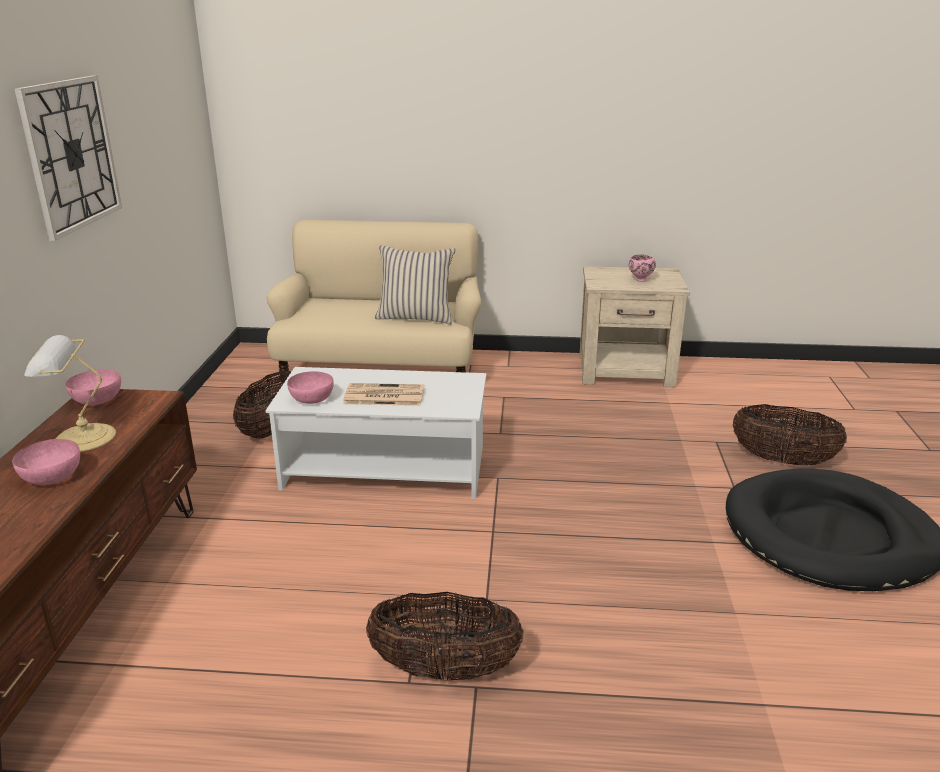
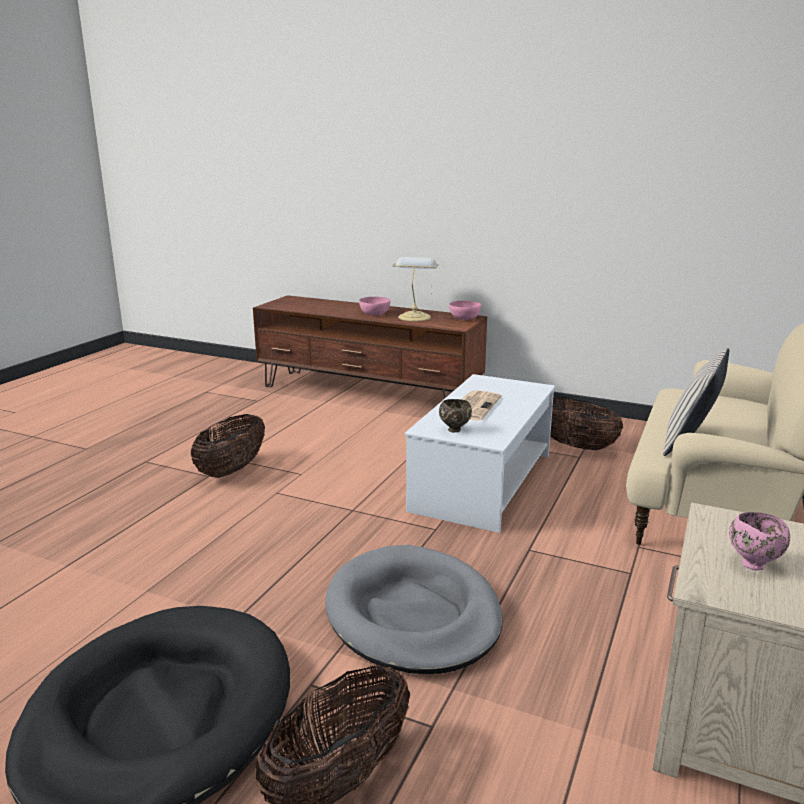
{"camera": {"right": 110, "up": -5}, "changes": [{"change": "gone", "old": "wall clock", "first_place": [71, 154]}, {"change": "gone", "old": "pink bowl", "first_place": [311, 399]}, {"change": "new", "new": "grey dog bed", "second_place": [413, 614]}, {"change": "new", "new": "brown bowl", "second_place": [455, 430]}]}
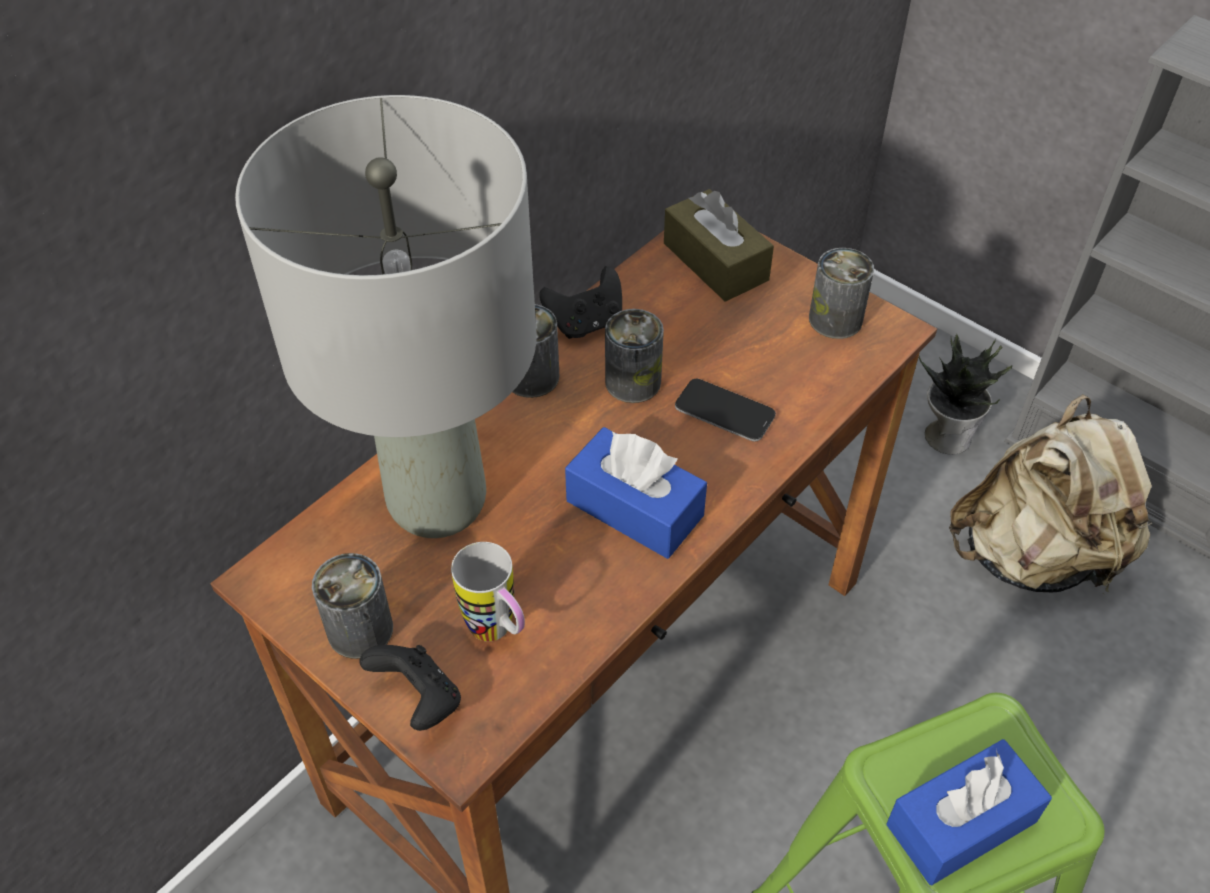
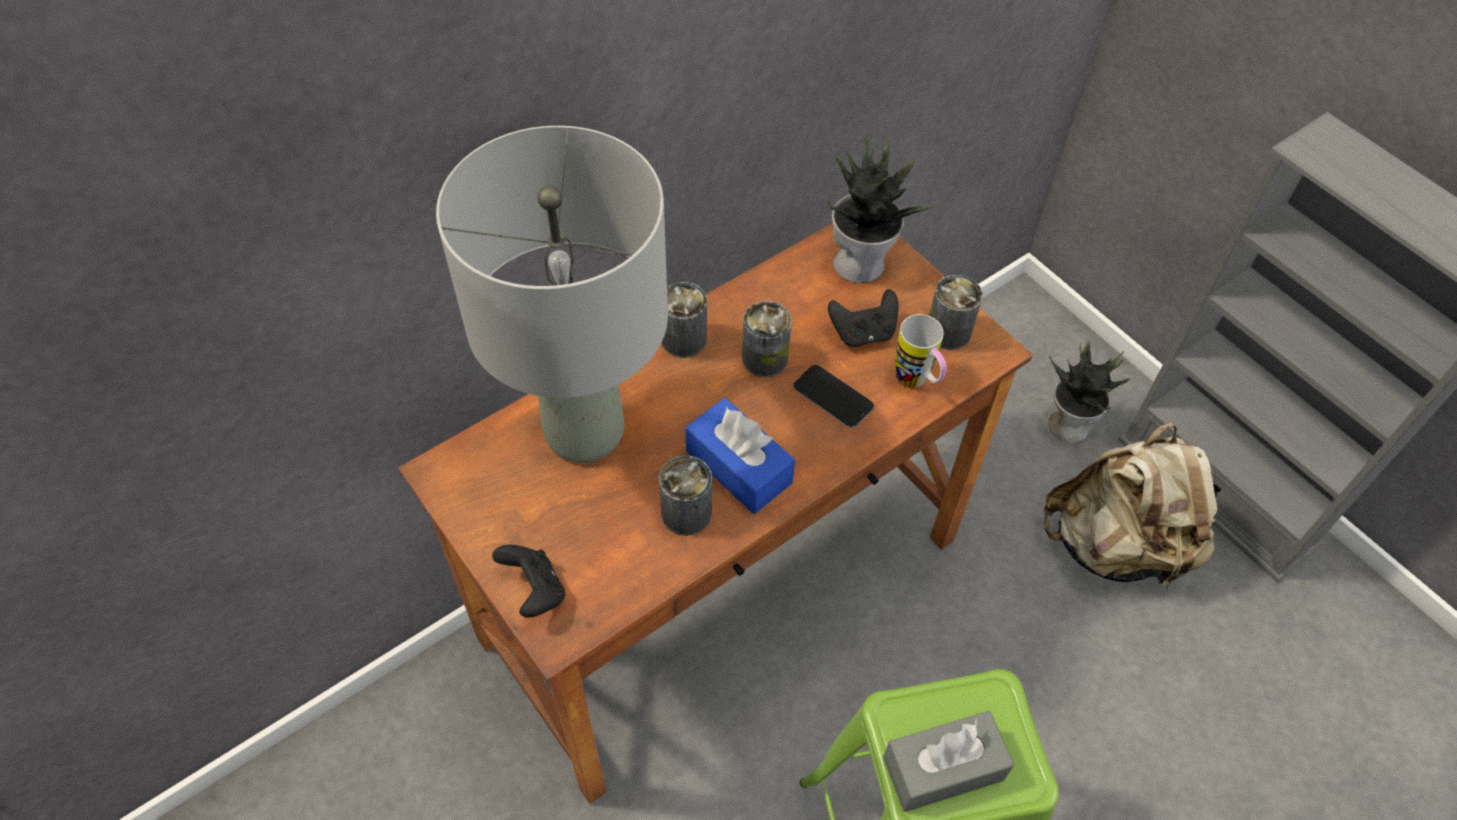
{"camera": {"right": 10, "up": 5}, "changes": [{"change": "shifted", "old": "can", "first_place": [360, 630], "second_place": [686, 513]}, {"change": "shifted", "old": "mug", "first_place": [498, 633], "second_place": [916, 383]}, {"change": "shifted", "old": "black game controller", "first_place": [586, 323], "second_place": [863, 333]}, {"change": "swapped", "old": "brown tissue box", "new": "potted plant", "first_place": [715, 262], "second_place": [861, 262]}, {"change": "repainted", "old": "blue tissue box", "new": "grey tissue box", "first_place": [961, 823], "second_place": [943, 768]}]}
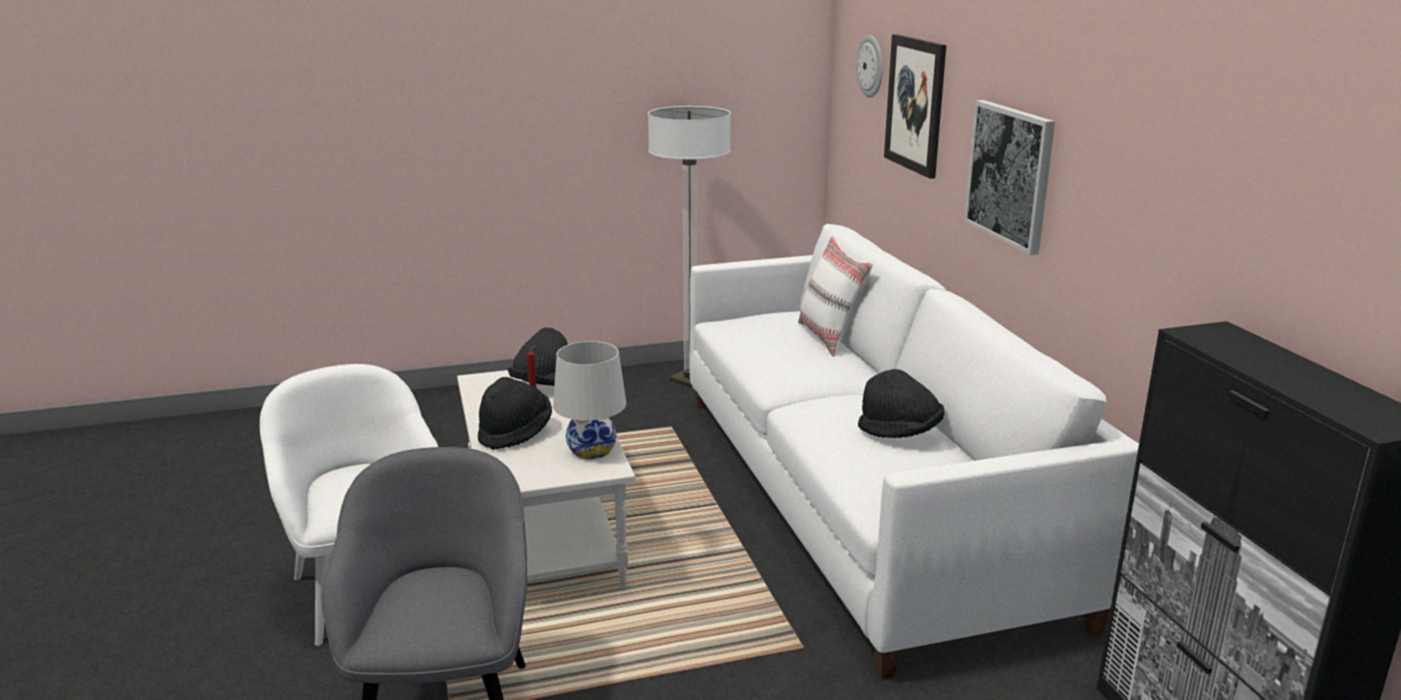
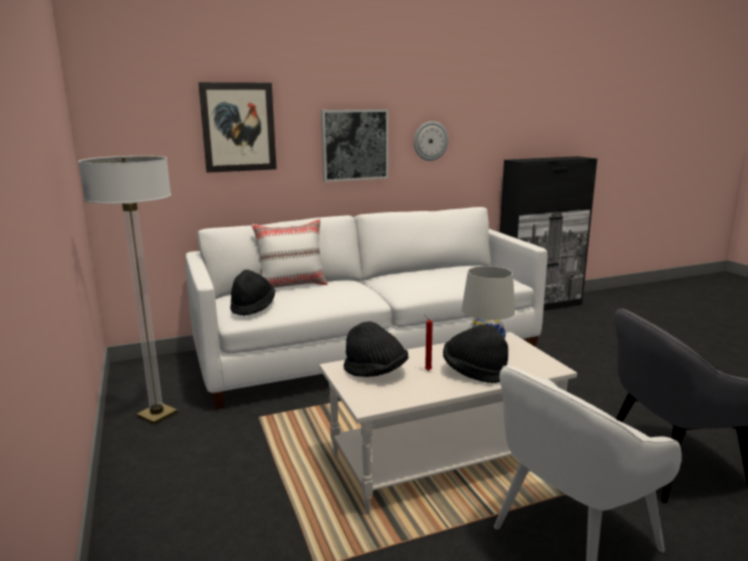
{"camera": {"right": -95, "up": -5}, "changes": [{"change": "shifted", "old": "wall clock", "first_place": [871, 66], "second_place": [430, 141]}, {"change": "shifted", "old": "black hat", "first_place": [900, 432], "second_place": [252, 307]}]}
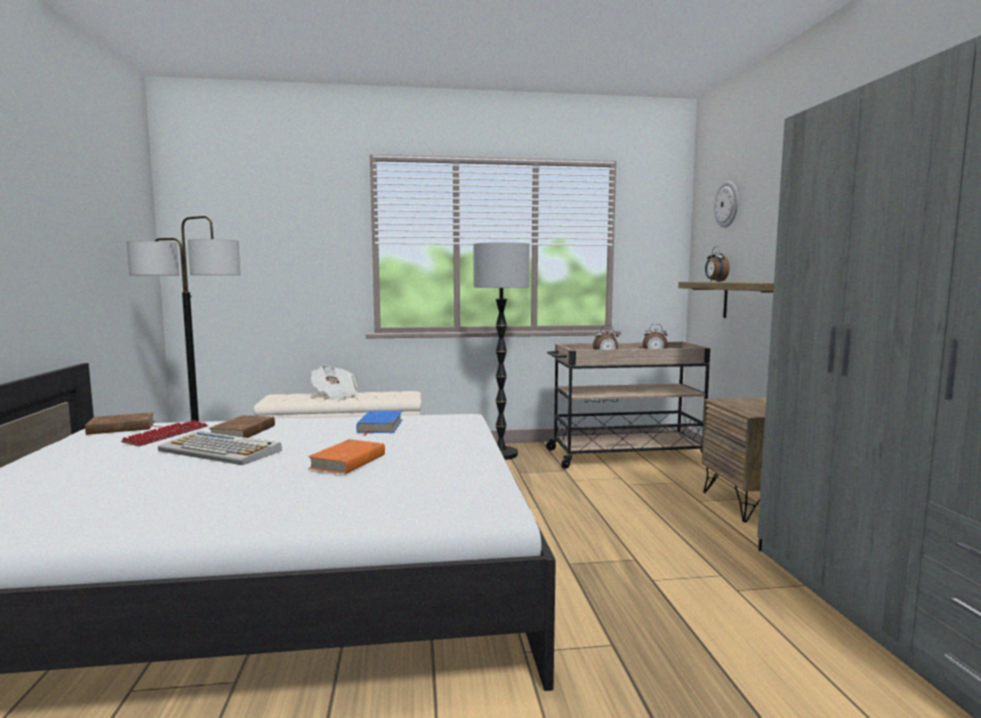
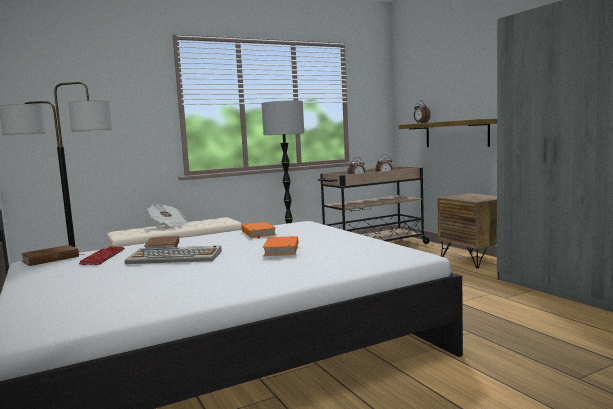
{"camera": {"right": -20, "up": 0}, "changes": [{"change": "repainted", "old": "blue book", "new": "orange book", "first_place": [380, 426], "second_place": [258, 233]}, {"change": "gone", "old": "wall clock", "first_place": [727, 204]}]}
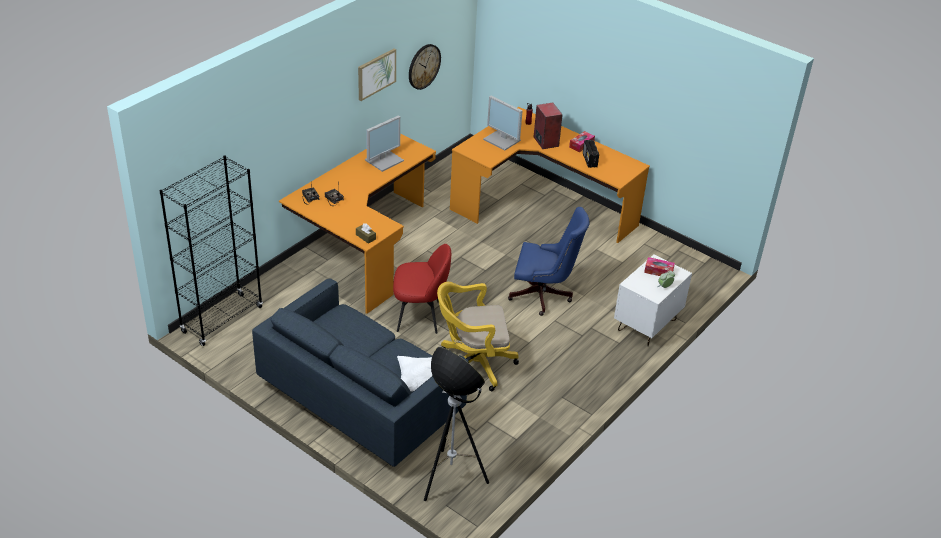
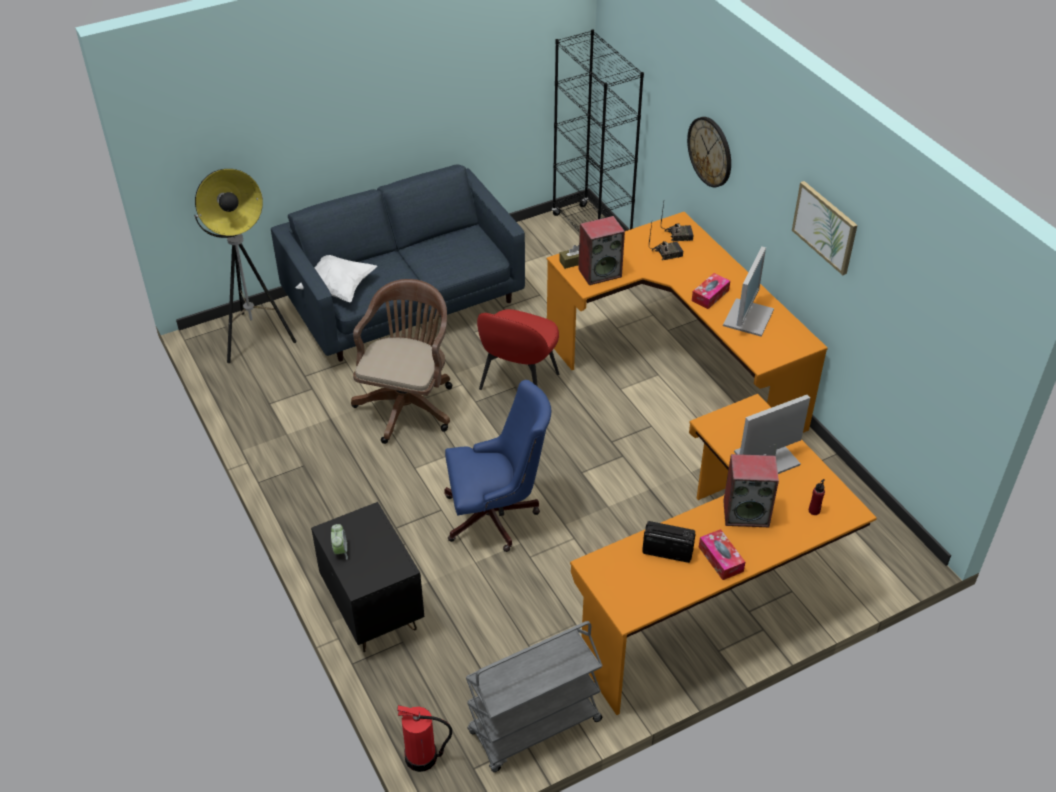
{"camera": {"right": 115, "up": 5}, "changes": [{"change": "rotated", "old": "monitor", "first_place": [384, 160], "second_place": [747, 317], "degrees": -135}, {"change": "shifted", "old": "wall clock", "first_place": [424, 66], "second_place": [710, 151]}, {"change": "repainted", "old": "yellow office chair", "new": "brown office chair", "first_place": [472, 364], "second_place": [407, 404]}, {"change": "rotated", "old": "blue office chair", "first_place": [544, 296], "second_place": [496, 516], "degrees": -135}, {"change": "repainted", "old": "white nightstand", "new": "black nightstand", "first_place": [647, 326], "second_place": [373, 611]}, {"change": "shifted", "old": "tissue box", "first_place": [658, 271], "second_place": [710, 295]}, {"change": "new", "new": "fire extinguisher", "second_place": [422, 757]}, {"change": "new", "new": "grey cart", "second_place": [534, 728]}, {"change": "new", "new": "speaker", "second_place": [600, 272]}]}
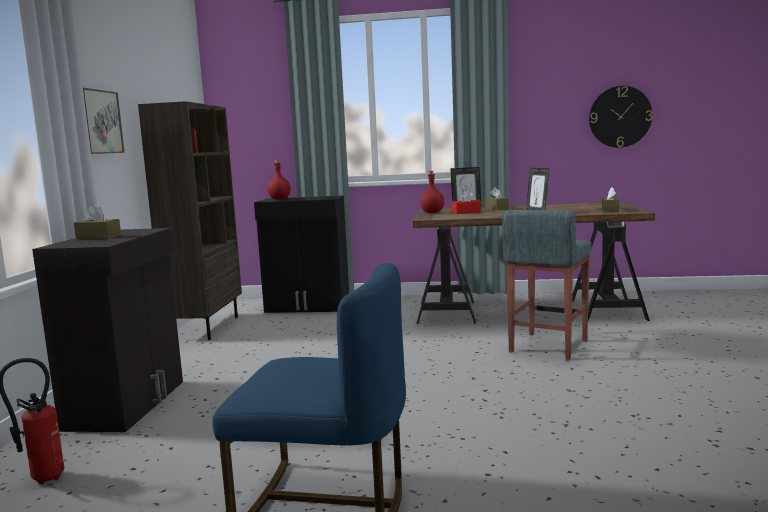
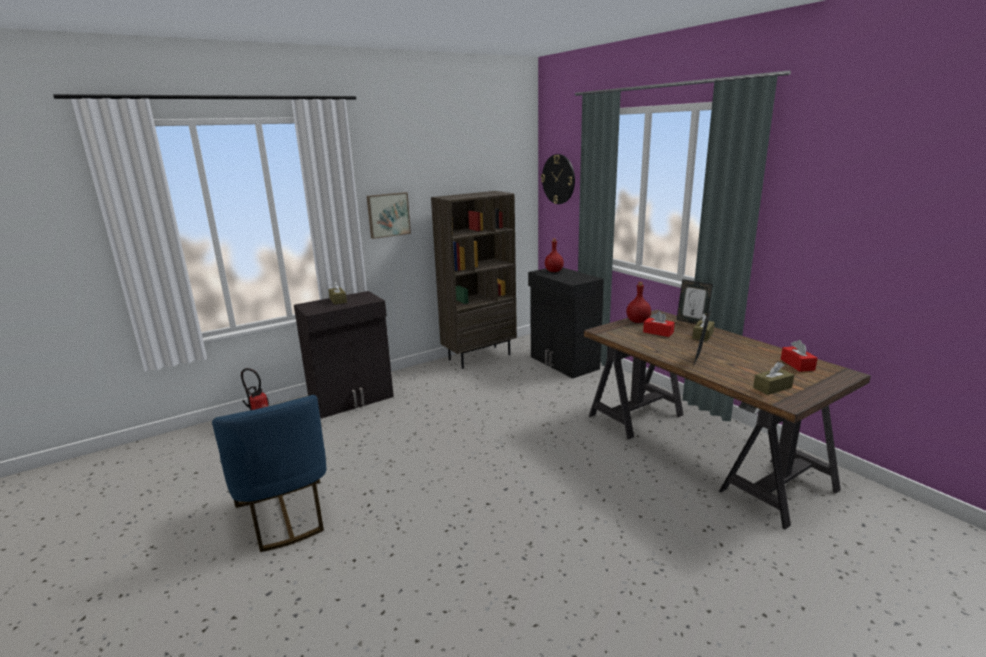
{"camera": {"right": 50, "up": 10}, "changes": [{"change": "gone", "old": "grey stool", "first_place": [547, 346]}, {"change": "shifted", "old": "wall clock", "first_place": [620, 117], "second_place": [558, 179]}, {"change": "new", "new": "red tissue box", "second_place": [797, 364]}]}
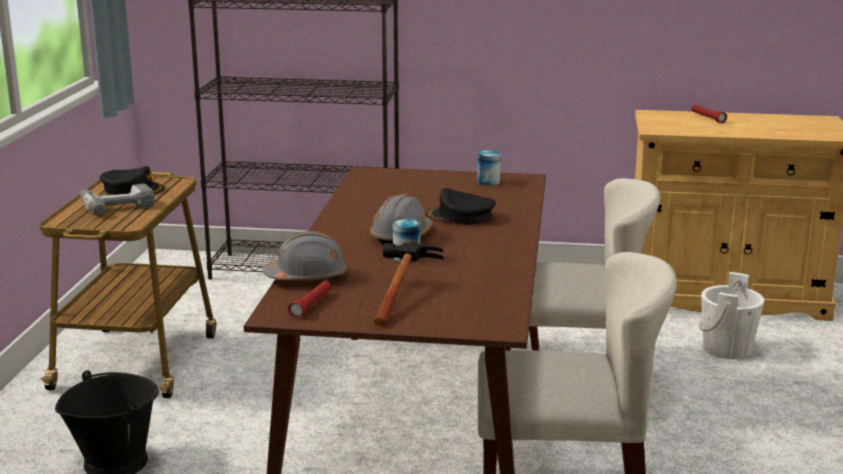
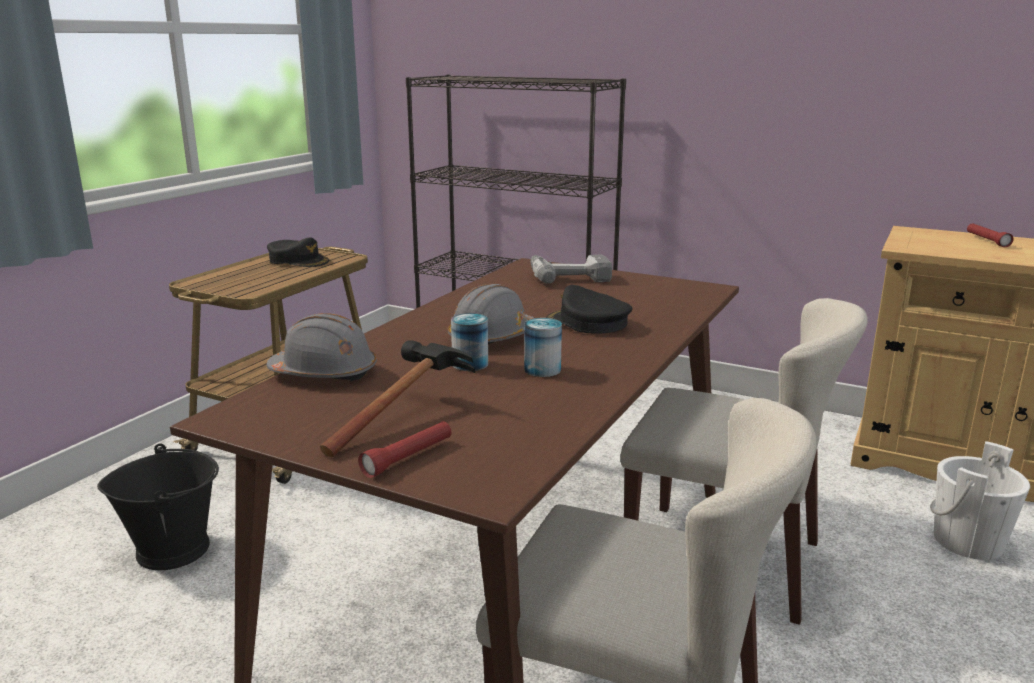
{"camera": {"right": 20, "up": 0}, "changes": [{"change": "shifted", "old": "power drill", "first_place": [116, 205], "second_place": [567, 276]}, {"change": "shifted", "old": "red flashlight", "first_place": [311, 305], "second_place": [408, 458]}, {"change": "shifted", "old": "can", "first_place": [488, 182], "second_place": [542, 369]}]}
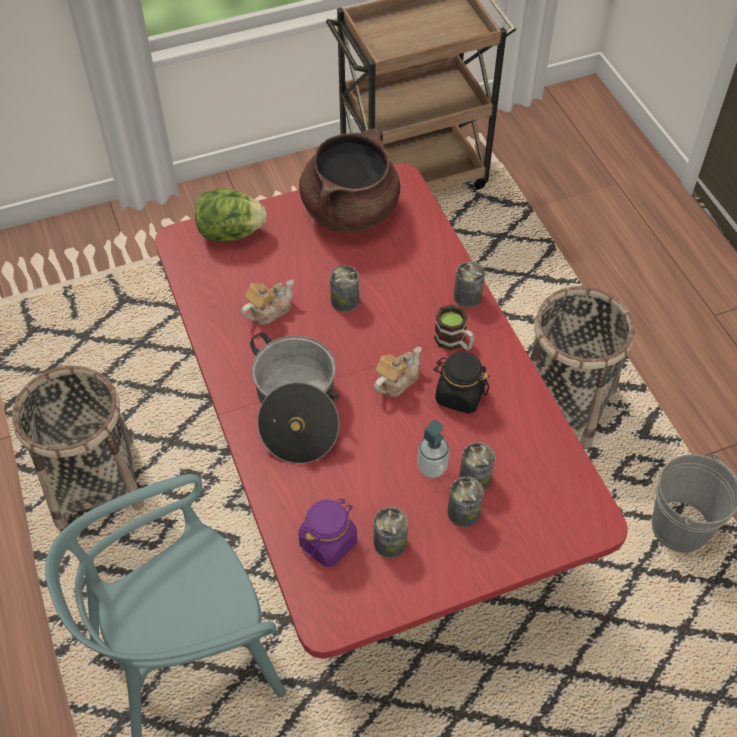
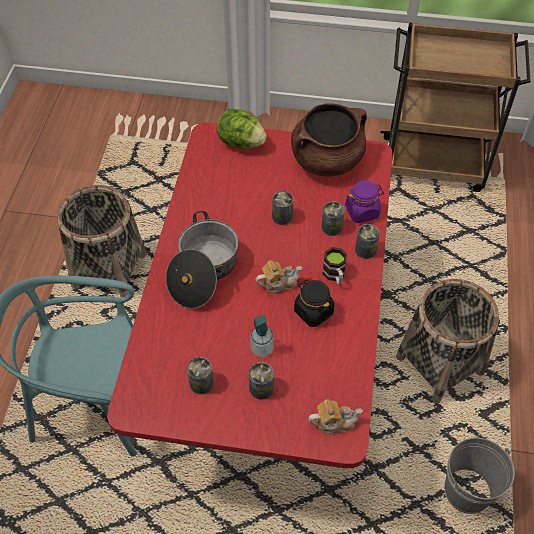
{"camera": {"right": 30, "up": 0}, "changes": [{"change": "shifted", "old": "teapot", "first_place": [268, 310], "second_place": [334, 422]}, {"change": "shifted", "old": "purple jar", "first_place": [328, 542], "second_place": [362, 211]}, {"change": "shifted", "old": "can", "first_place": [475, 478], "second_place": [331, 227]}]}
